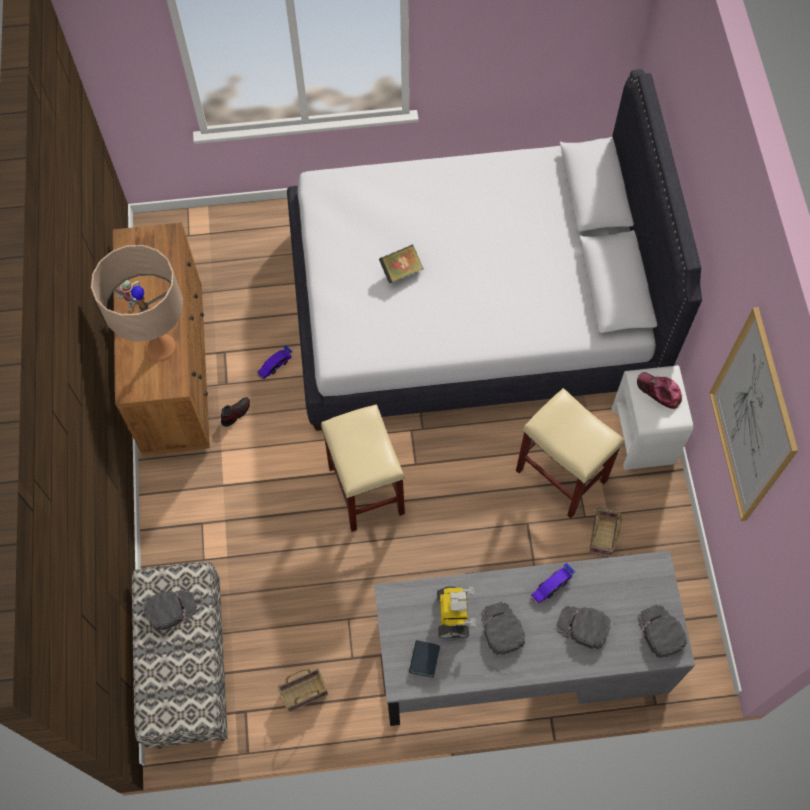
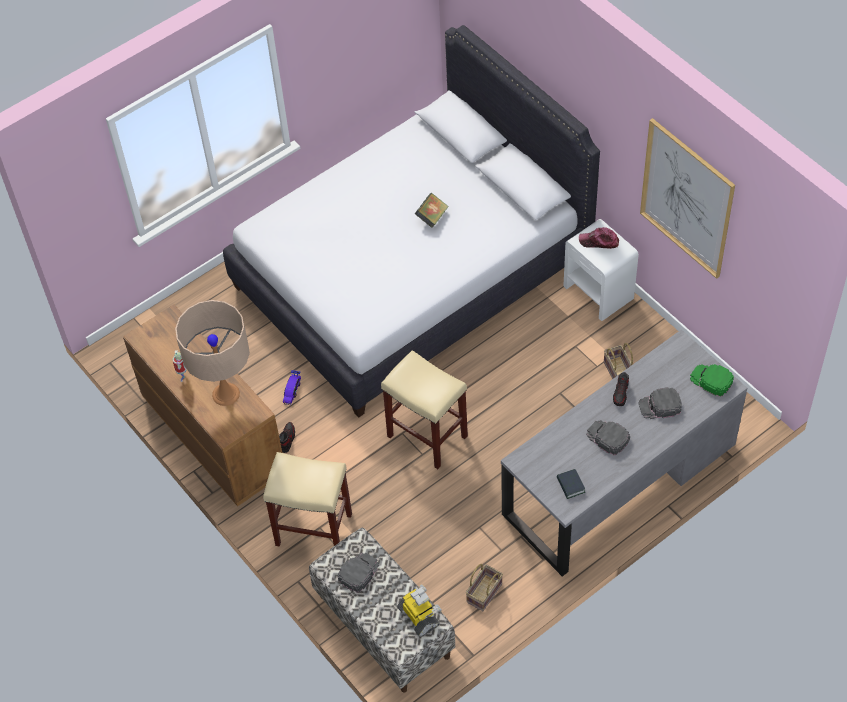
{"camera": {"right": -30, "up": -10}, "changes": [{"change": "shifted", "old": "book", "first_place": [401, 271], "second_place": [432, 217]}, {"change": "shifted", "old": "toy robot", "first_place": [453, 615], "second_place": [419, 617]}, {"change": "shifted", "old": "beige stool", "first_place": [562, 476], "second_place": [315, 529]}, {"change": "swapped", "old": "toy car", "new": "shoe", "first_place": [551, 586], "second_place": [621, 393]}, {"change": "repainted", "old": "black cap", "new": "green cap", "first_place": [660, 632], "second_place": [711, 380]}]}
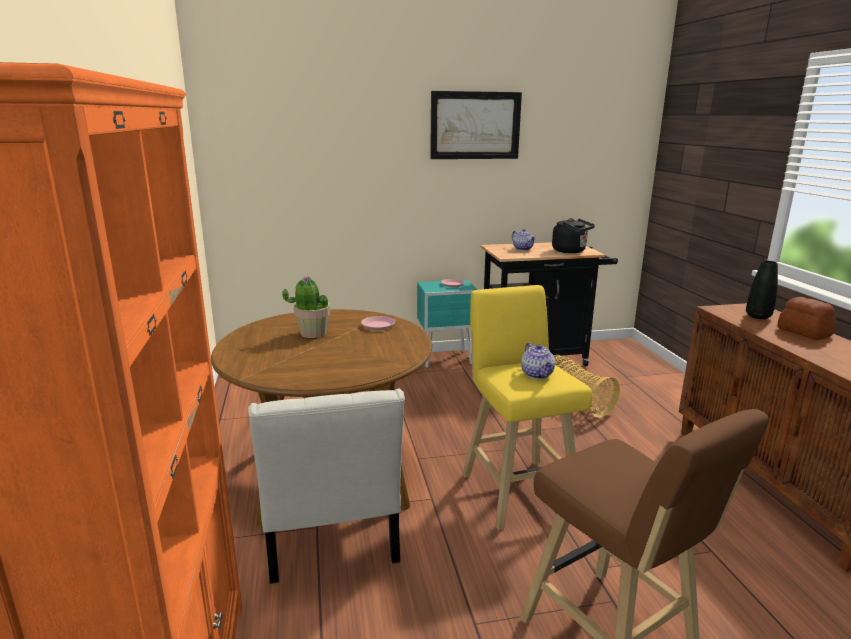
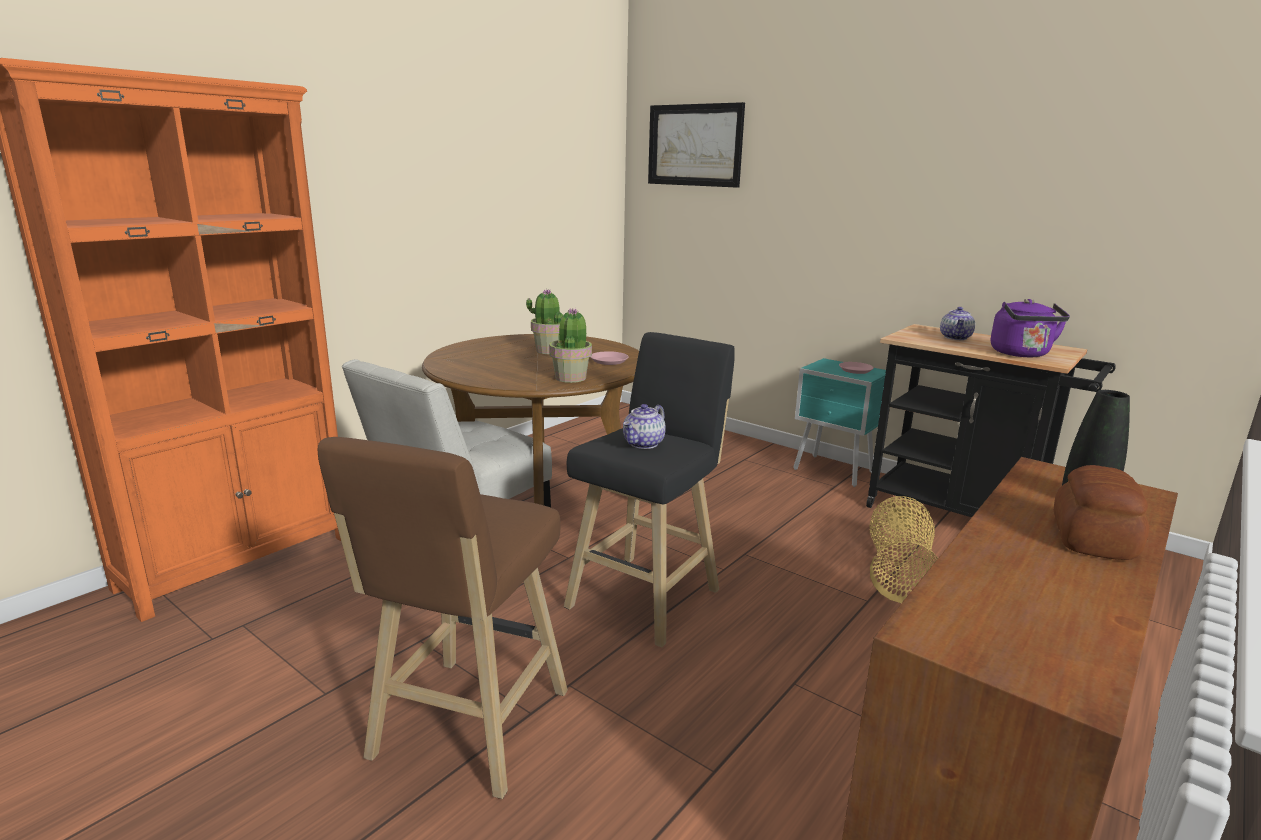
{"camera": {"right": 50, "up": 0}, "changes": [{"change": "shifted", "old": "picture", "first_place": [475, 125], "second_place": [695, 145]}, {"change": "repainted", "old": "yellow stool", "new": "black stool", "first_place": [517, 489], "second_place": [648, 595]}, {"change": "repainted", "old": "black kettle", "new": "purple kettle", "first_place": [571, 251], "second_place": [1021, 354]}, {"change": "new", "new": "potted plant", "second_place": [571, 378]}]}
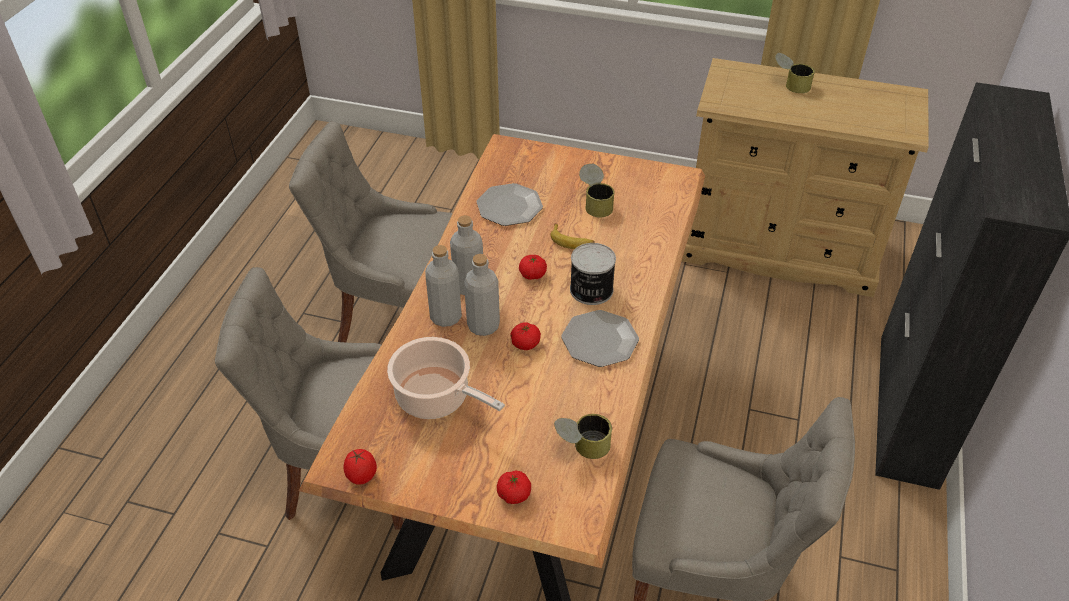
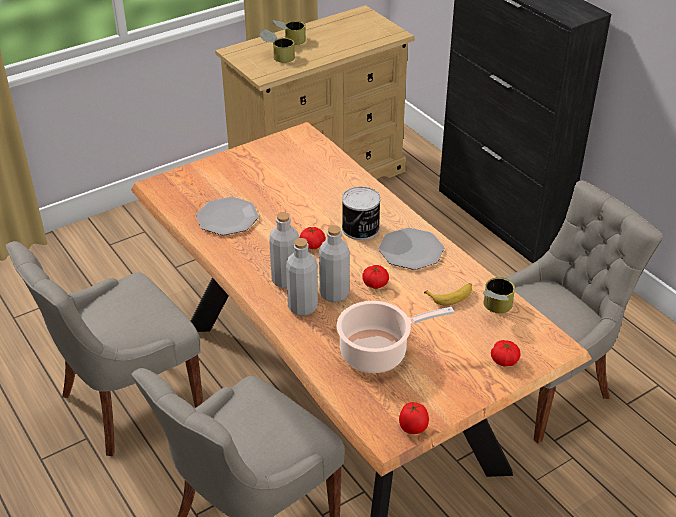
{"camera": {"right": -50, "up": -5}, "changes": [{"change": "shifted", "old": "banana", "first_place": [571, 241], "second_place": [451, 296]}, {"change": "shifted", "old": "can", "first_place": [595, 203], "second_place": [278, 56]}]}
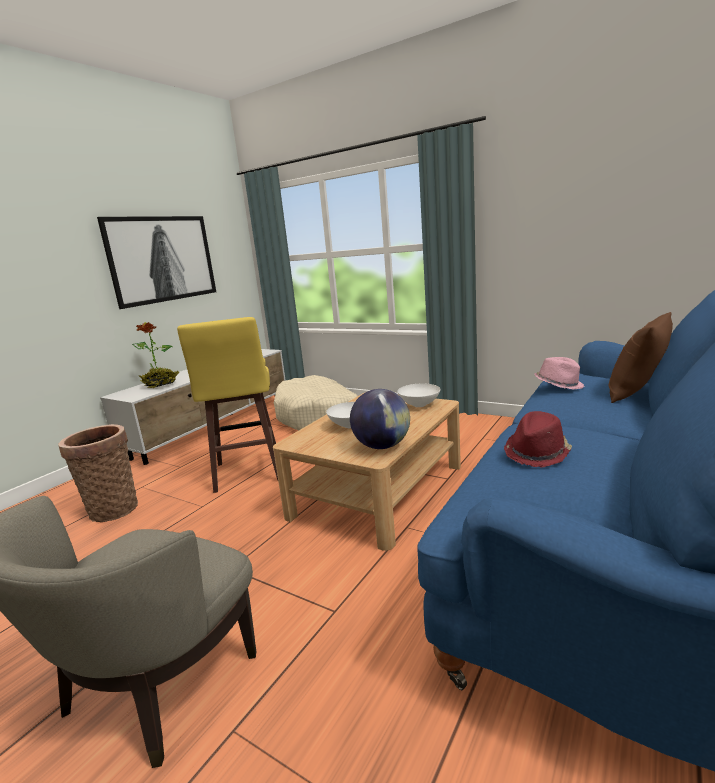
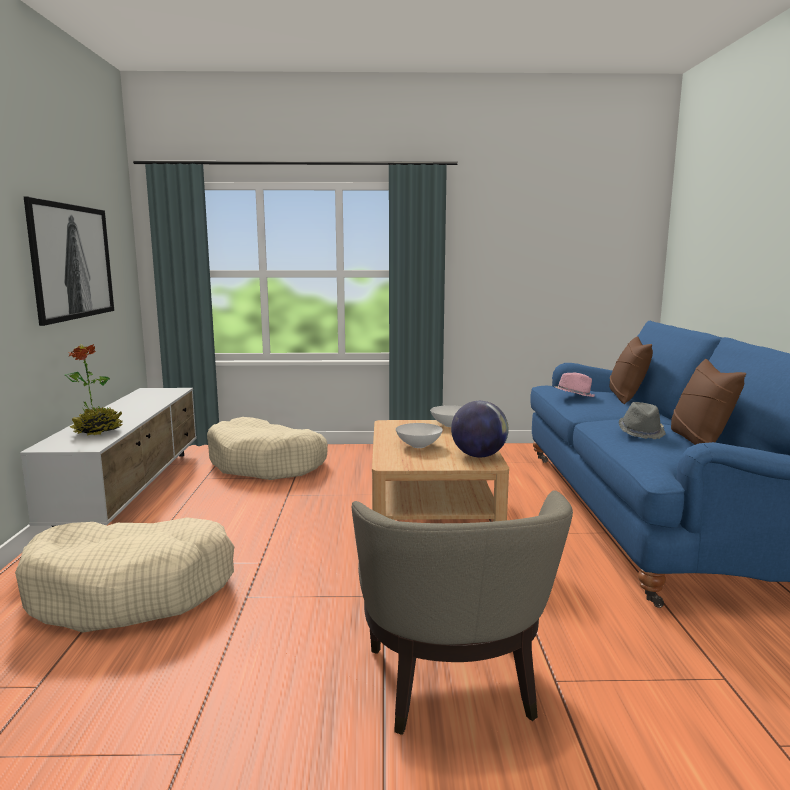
{"camera": {"right": -35, "up": -5}, "changes": [{"change": "swapped", "old": "basket", "new": "beige dog bed", "first_place": [112, 508], "second_place": [132, 591]}, {"change": "gone", "old": "yellow stool", "first_place": [247, 473]}, {"change": "repainted", "old": "red hat", "new": "grey hat", "first_place": [537, 453], "second_place": [641, 432]}, {"change": "new", "new": "brown pillow", "second_place": [699, 441]}]}
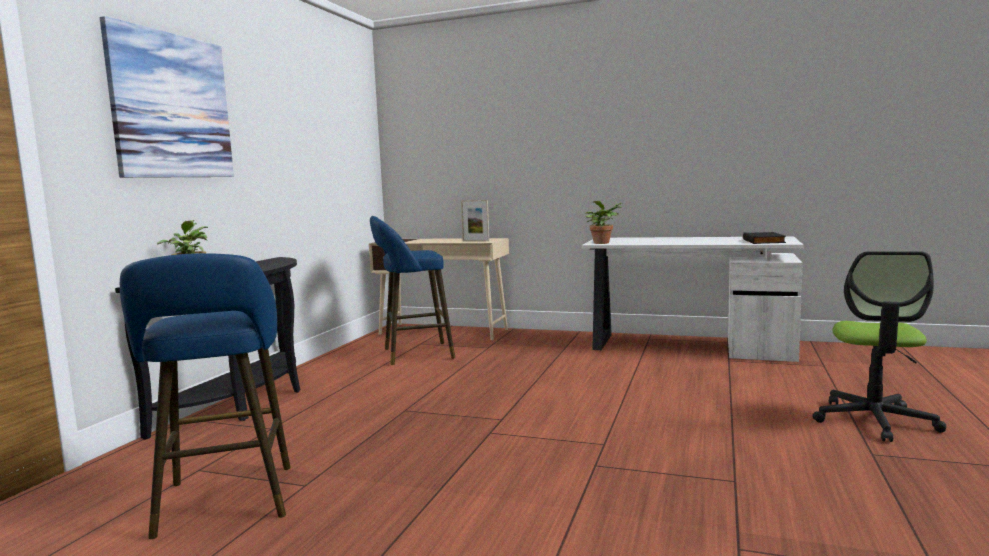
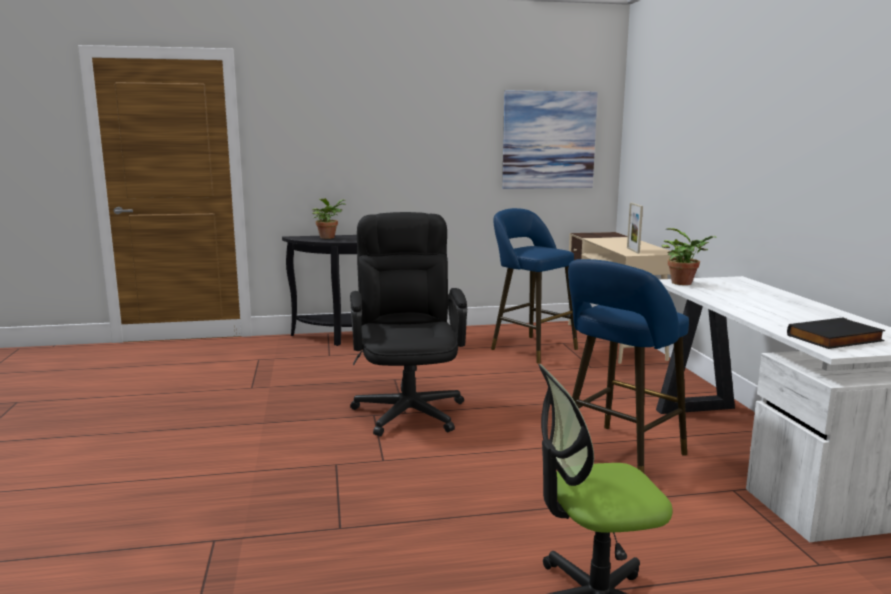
{"camera": {"right": 60, "up": 5}, "changes": [{"change": "shifted", "old": "picture", "first_place": [172, 106], "second_place": [548, 140]}, {"change": "shifted", "old": "blue stool", "first_place": [225, 504], "second_place": [618, 456]}, {"change": "new", "new": "black office chair", "second_place": [408, 407]}]}
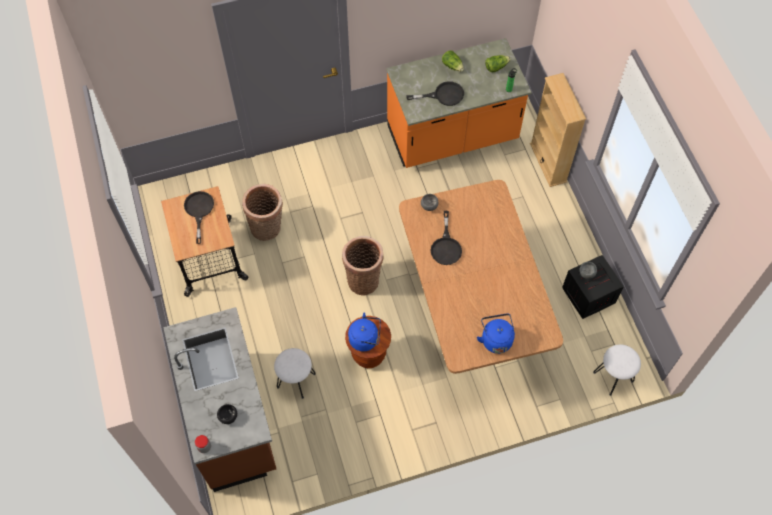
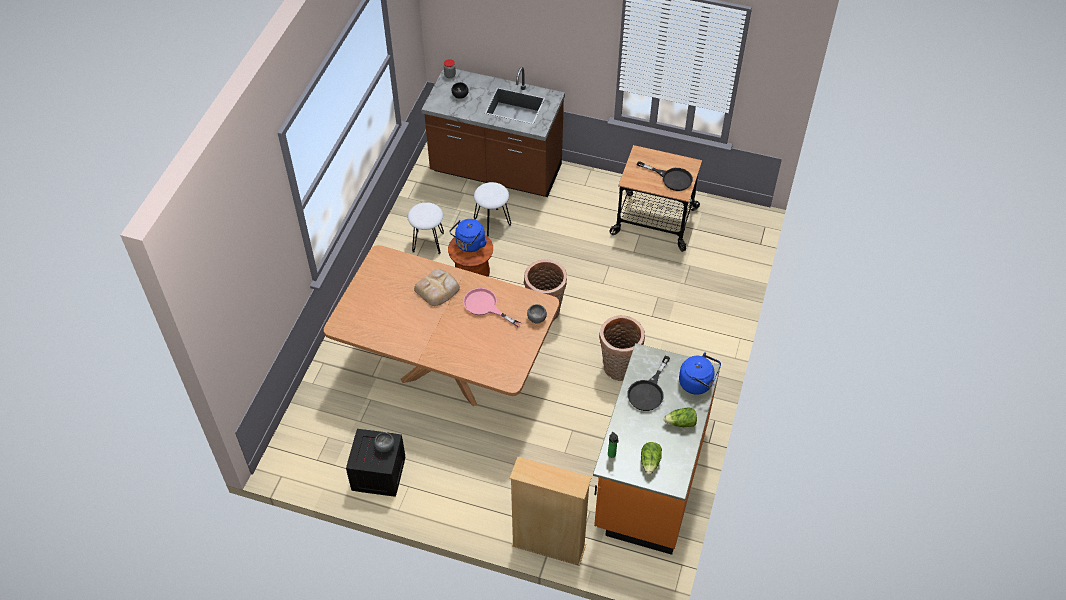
{"camera": {"right": 125, "up": -10}, "changes": [{"change": "shifted", "old": "basket", "first_place": [267, 228], "second_place": [618, 368]}, {"change": "repainted", "old": "black frying pan", "new": "pink frying pan", "first_place": [446, 246], "second_place": [485, 306]}, {"change": "shifted", "old": "blue kettle", "first_place": [495, 339], "second_place": [697, 383]}, {"change": "shifted", "old": "white stool", "first_place": [613, 376], "second_place": [428, 242]}, {"change": "new", "new": "bread", "second_place": [438, 289]}]}
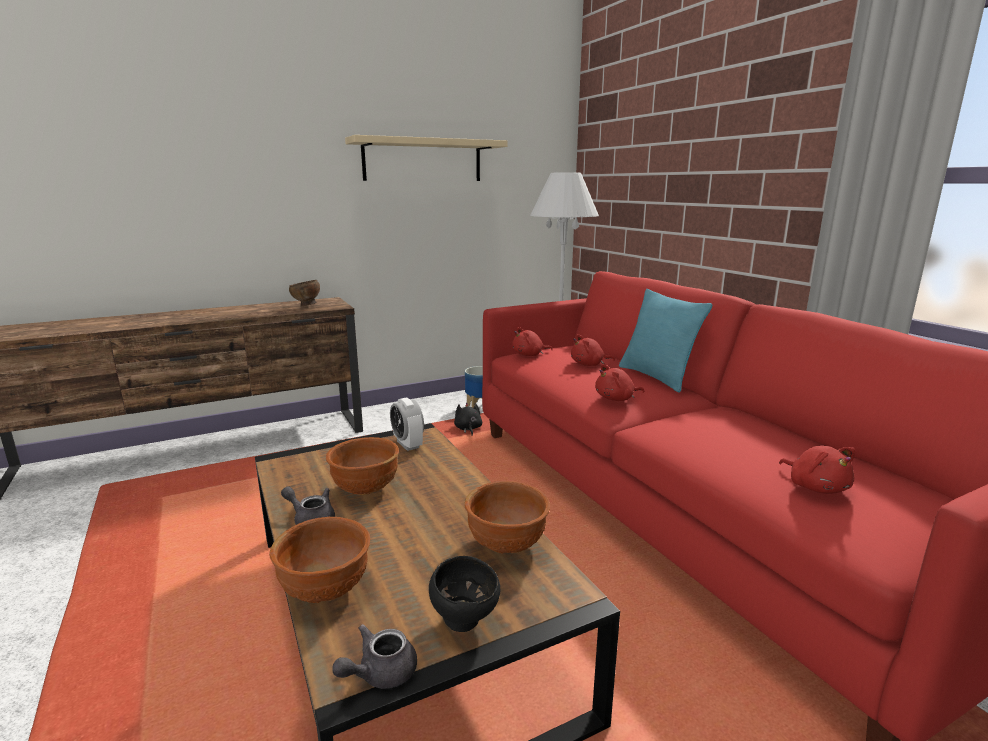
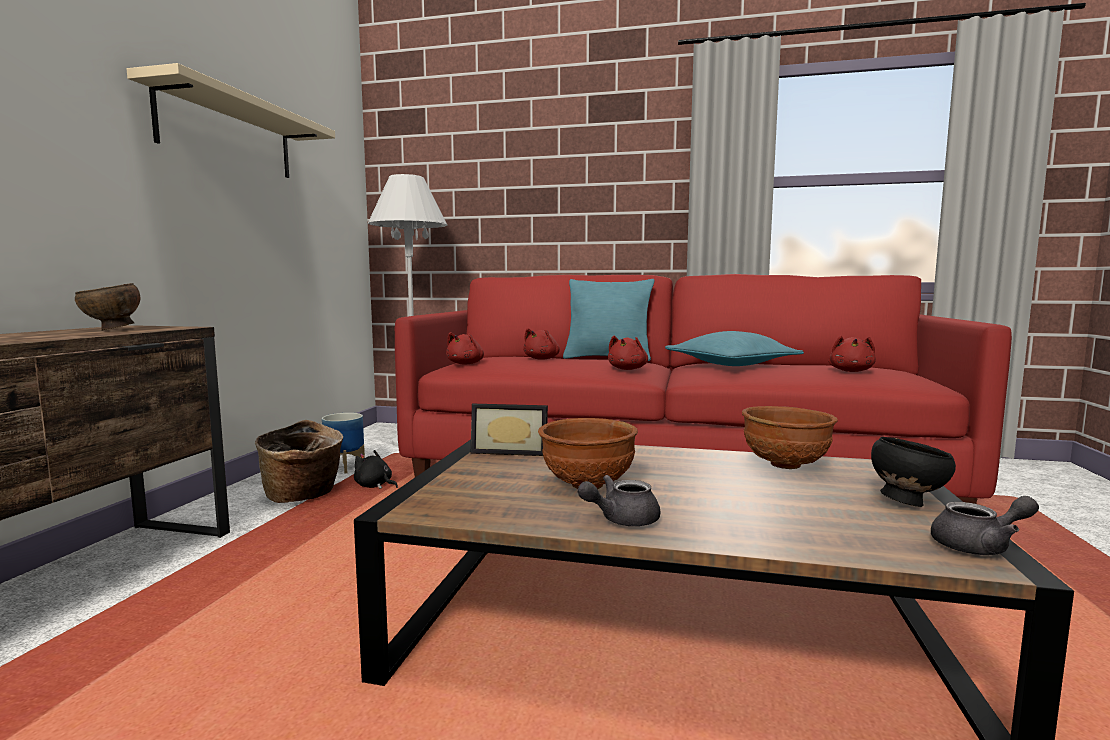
{"camera": {"right": -50, "up": -10}, "changes": [{"change": "gone", "old": "brown bowl", "first_place": [326, 591]}, {"change": "rotated", "old": "grey teapot", "first_place": [379, 673], "second_place": [980, 546], "degrees": -90}, {"change": "swapped", "old": "alarm clock", "new": "picture frame", "first_place": [408, 444], "second_place": [510, 451]}, {"change": "rotated", "old": "red plush toy", "first_place": [816, 487], "second_place": [851, 371], "degrees": 90}, {"change": "new", "new": "basket", "second_place": [303, 496]}, {"change": "new", "new": "turquoise pillow", "second_place": [731, 364]}]}
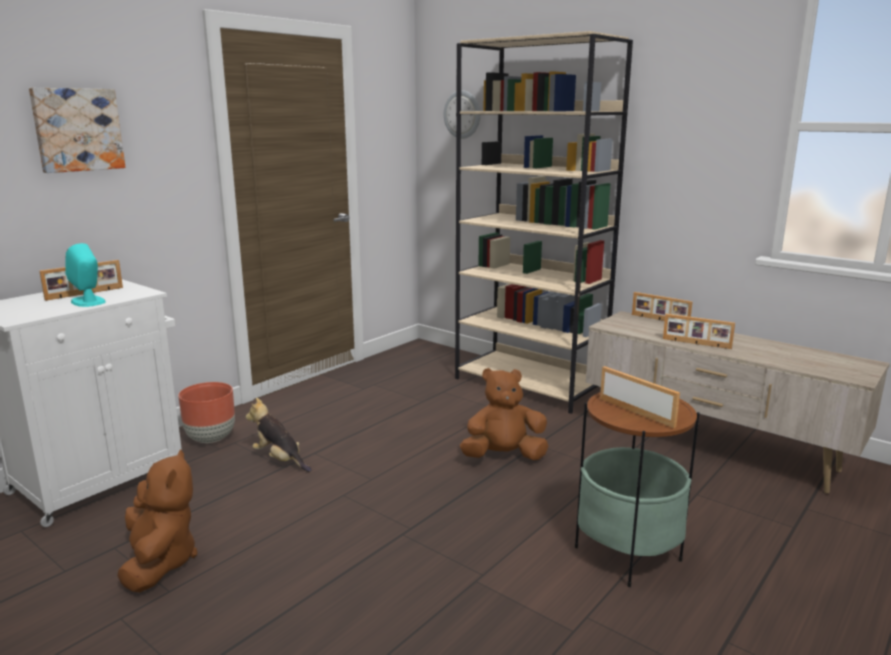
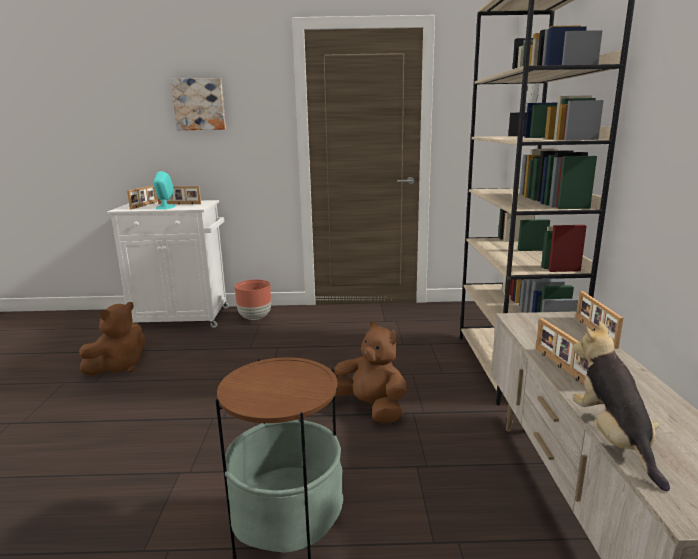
{"camera": {"right": 50, "up": 0}, "changes": [{"change": "shifted", "old": "plush toy", "first_place": [279, 460], "second_place": [612, 439]}, {"change": "shifted", "old": "picture frame", "first_place": [637, 412], "second_place": [144, 205]}]}
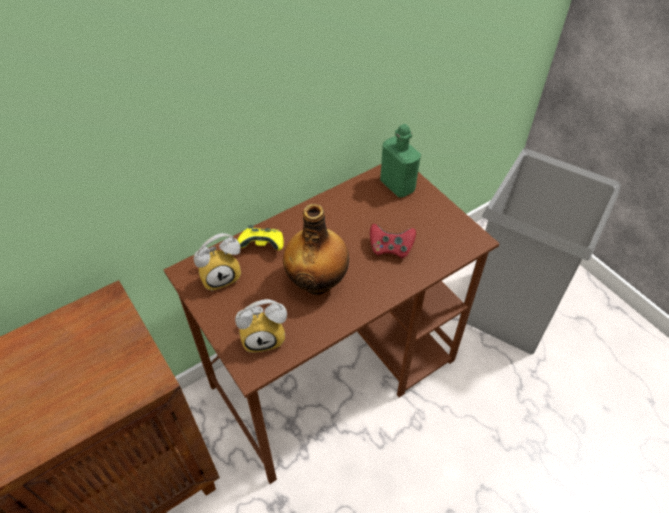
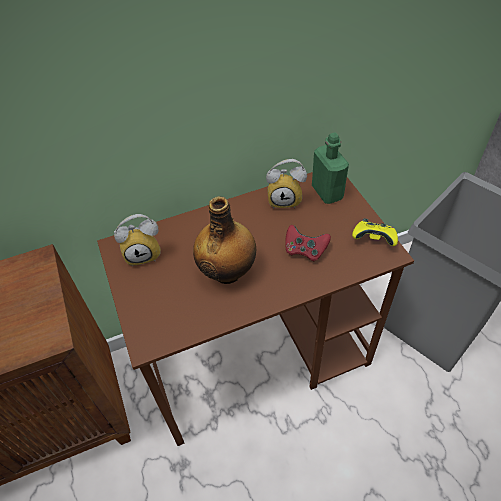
{"camera": {"right": 15, "up": 0}, "changes": [{"change": "shifted", "old": "alarm clock", "first_place": [264, 336], "second_place": [285, 199]}, {"change": "shifted", "old": "yellow game controller", "first_place": [263, 246], "second_place": [374, 240]}]}
